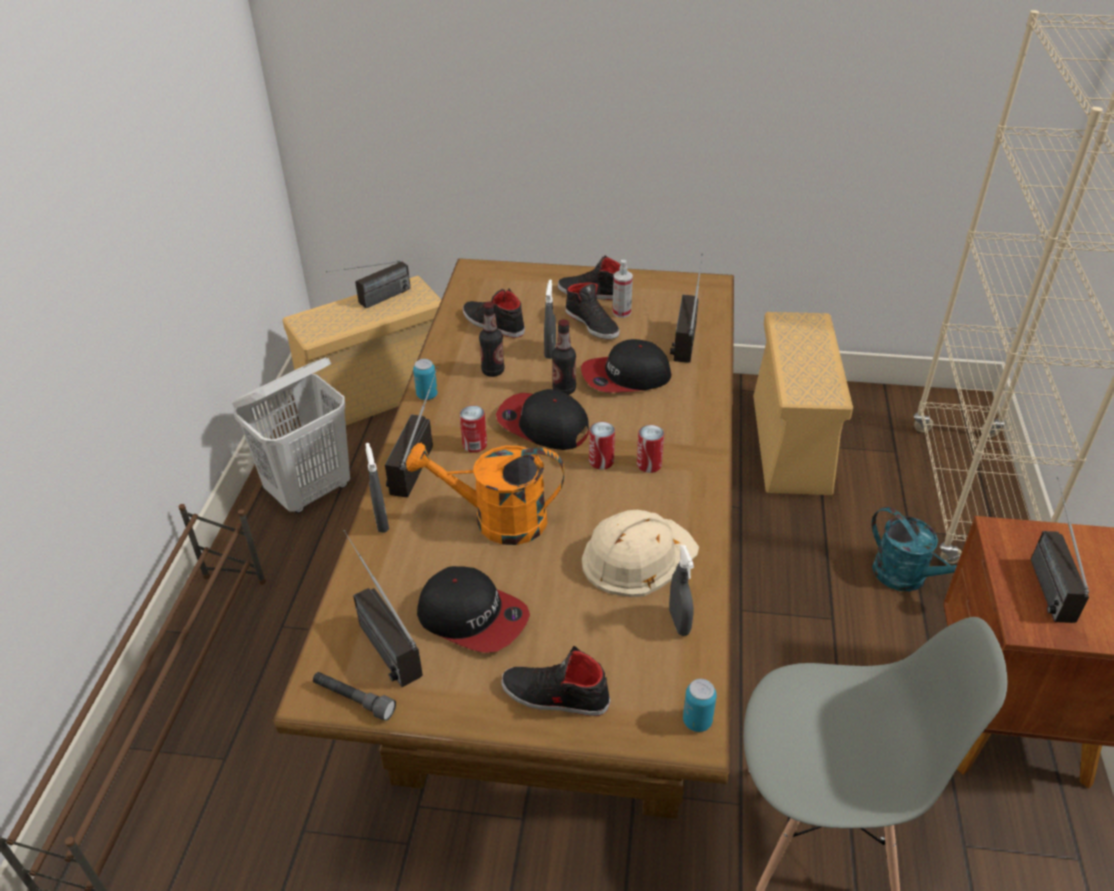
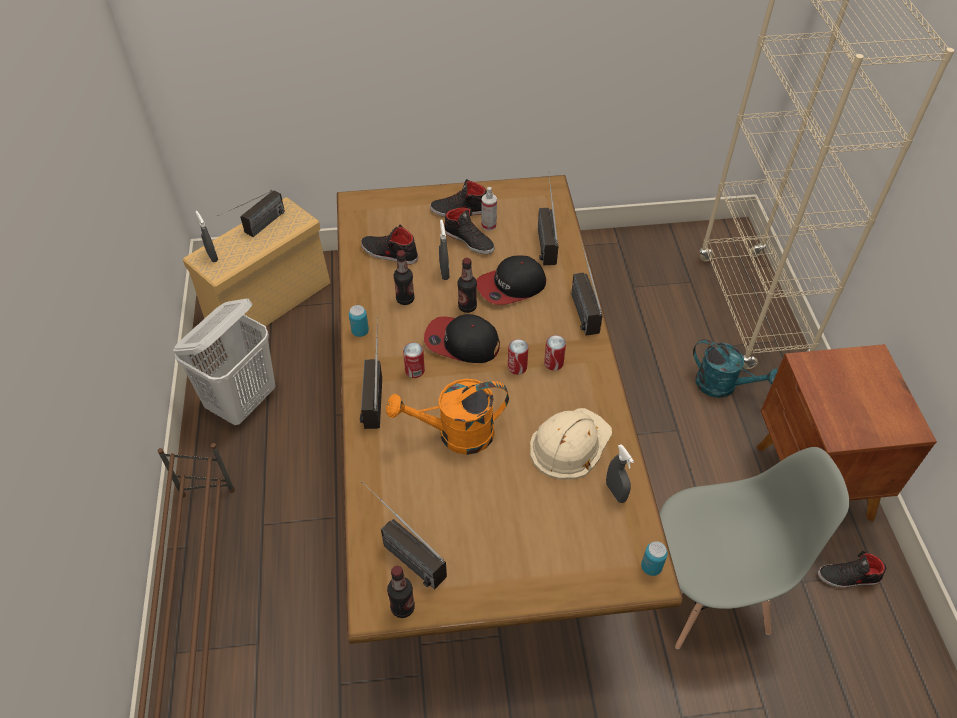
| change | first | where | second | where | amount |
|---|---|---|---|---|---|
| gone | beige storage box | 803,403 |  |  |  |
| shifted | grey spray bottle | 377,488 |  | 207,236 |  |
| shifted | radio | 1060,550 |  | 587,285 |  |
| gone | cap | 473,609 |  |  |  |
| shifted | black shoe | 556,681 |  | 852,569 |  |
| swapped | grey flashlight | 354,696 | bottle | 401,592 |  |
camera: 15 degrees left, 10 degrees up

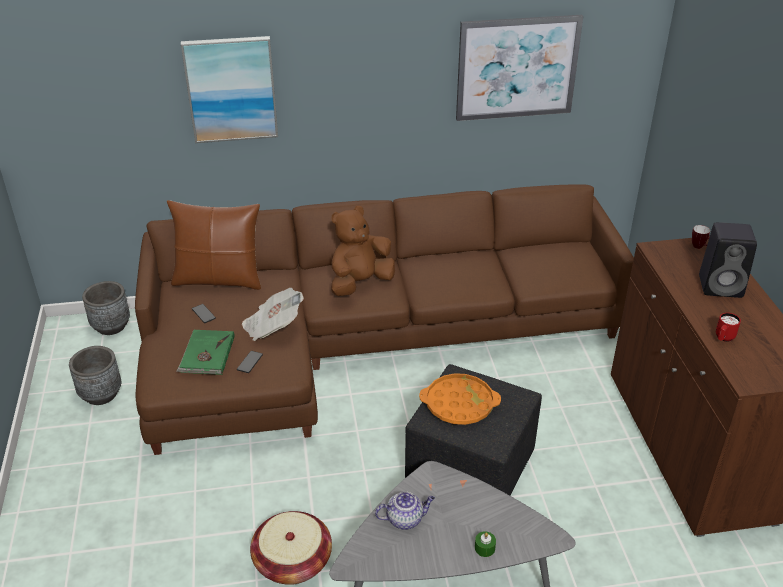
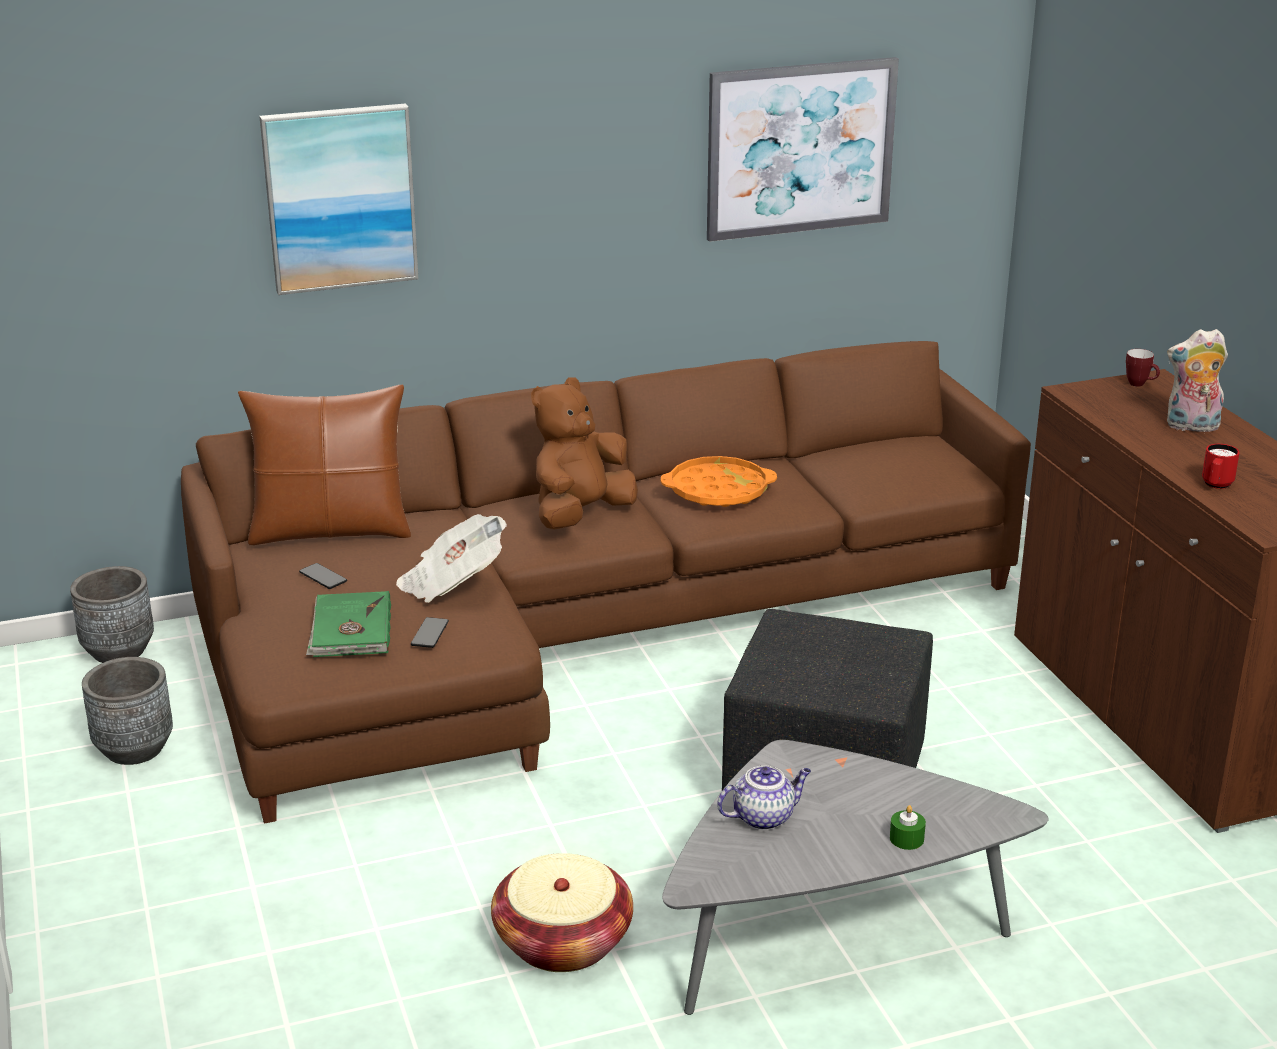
| change | first | where | second | where | amount |
|---|---|---|---|---|---|
| swapped | black speaker | 728,260 | plush toy | 1197,380 |  |
| shifted | orange tray | 460,399 |  | 719,481 |  |
camera: 10 degrees left, 10 degrees down

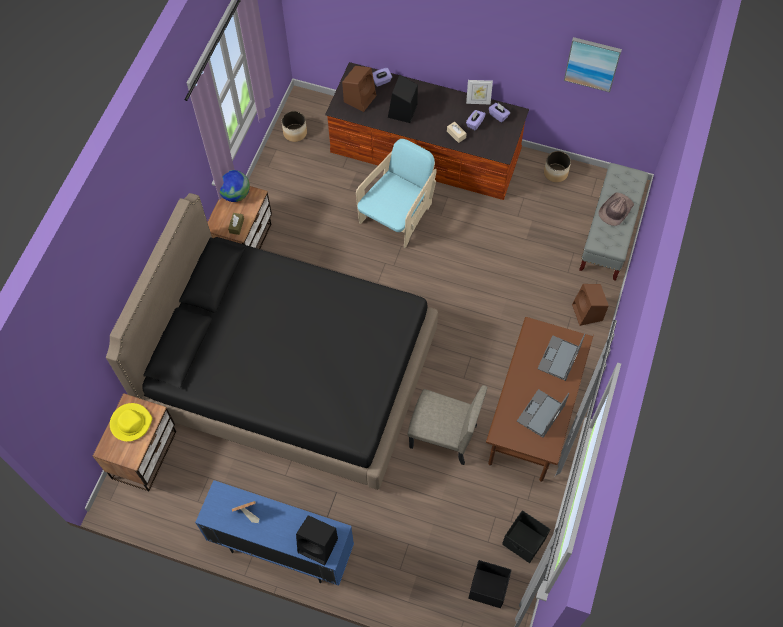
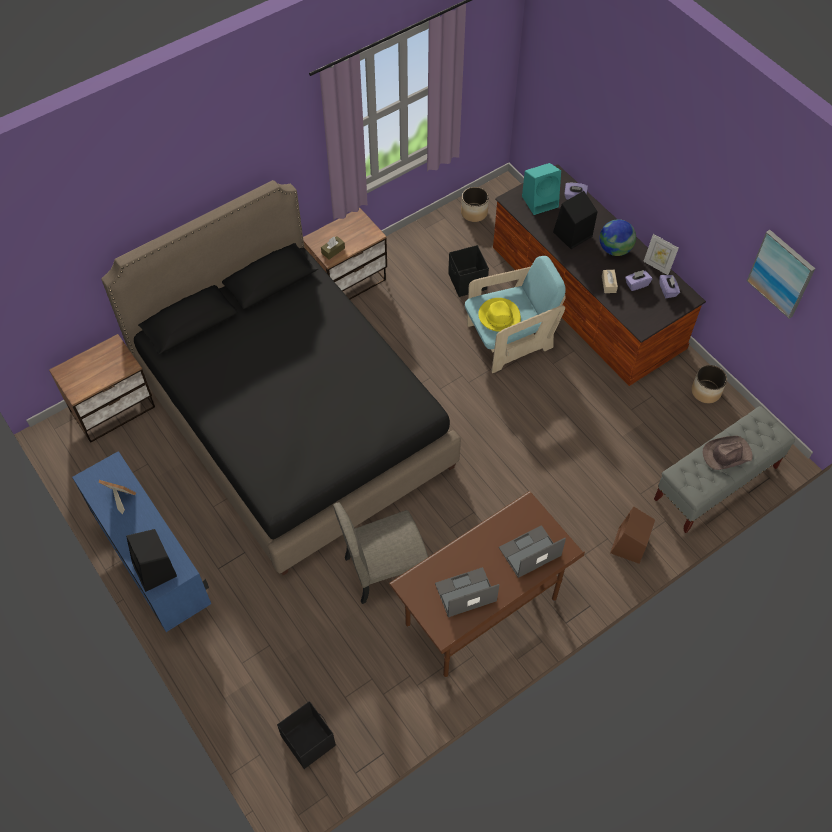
| change | first | where | second | where | amount |
|---|---|---|---|---|---|
| repainted | brown speaker | 359,89 | turquoise speaker | 541,189 |  |
| shifted | globe | 235,186 |  | 617,237 |  |
| rotated | beige chair | 448,425 |  | 380,553 | 105 degrees clockwise |
| shifted | yellow hat | 131,422 |  | 499,315 |  |
| shifted | black storage box | 526,536 |  | 468,271 |  |
camera: 35 degrees right, 5 degrees down

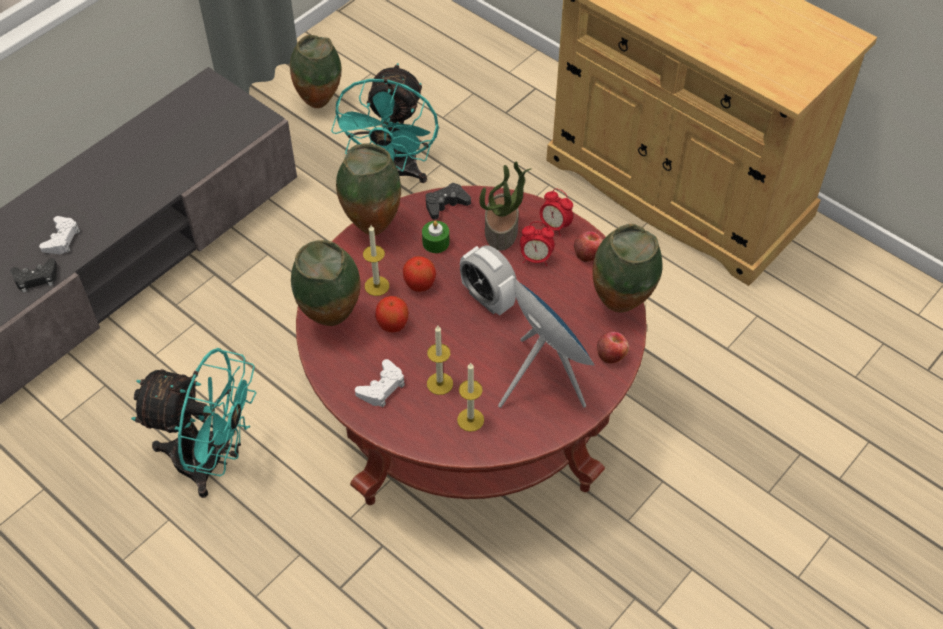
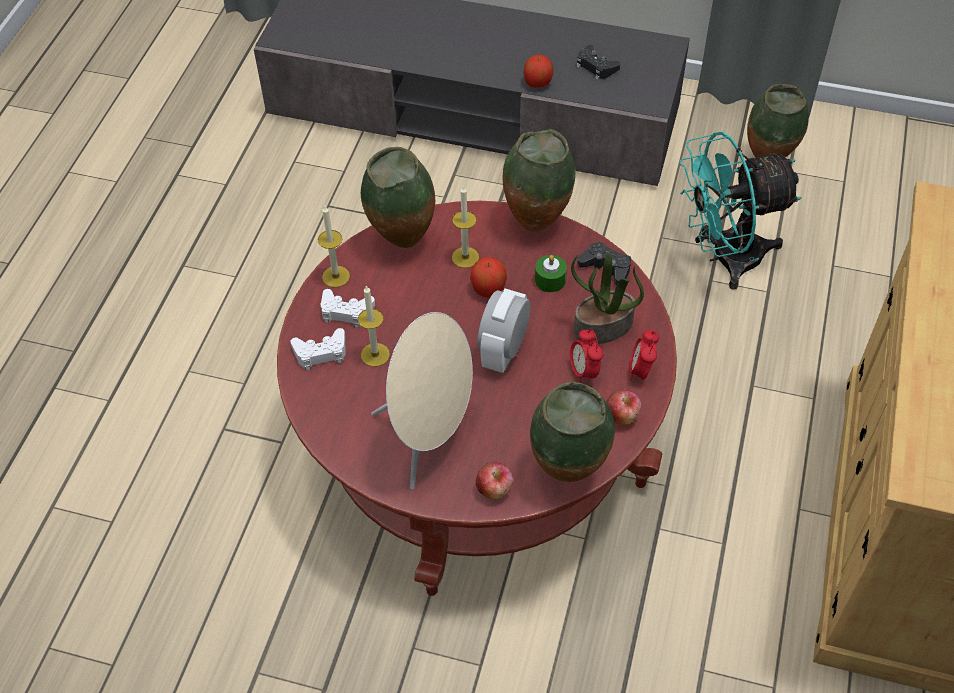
| change | first | where | second | where | amount |
|---|---|---|---|---|---|
| shifted | white game controller | 59,235 |  | 318,349 |  |
| shifted | black game controller | 33,275 |  | 598,62 |  |
| repainted | blue speaker | 546,343 | beige speaker | 422,401 |  |
| shifted | apple | 392,314 |  | 538,71 |  |
| gone | turquoise fan | 193,423 |  |  |  |
| shifted | candle | 470,397 |  | 334,247 |  |
camera: 65 degrees right, 0 degrees up

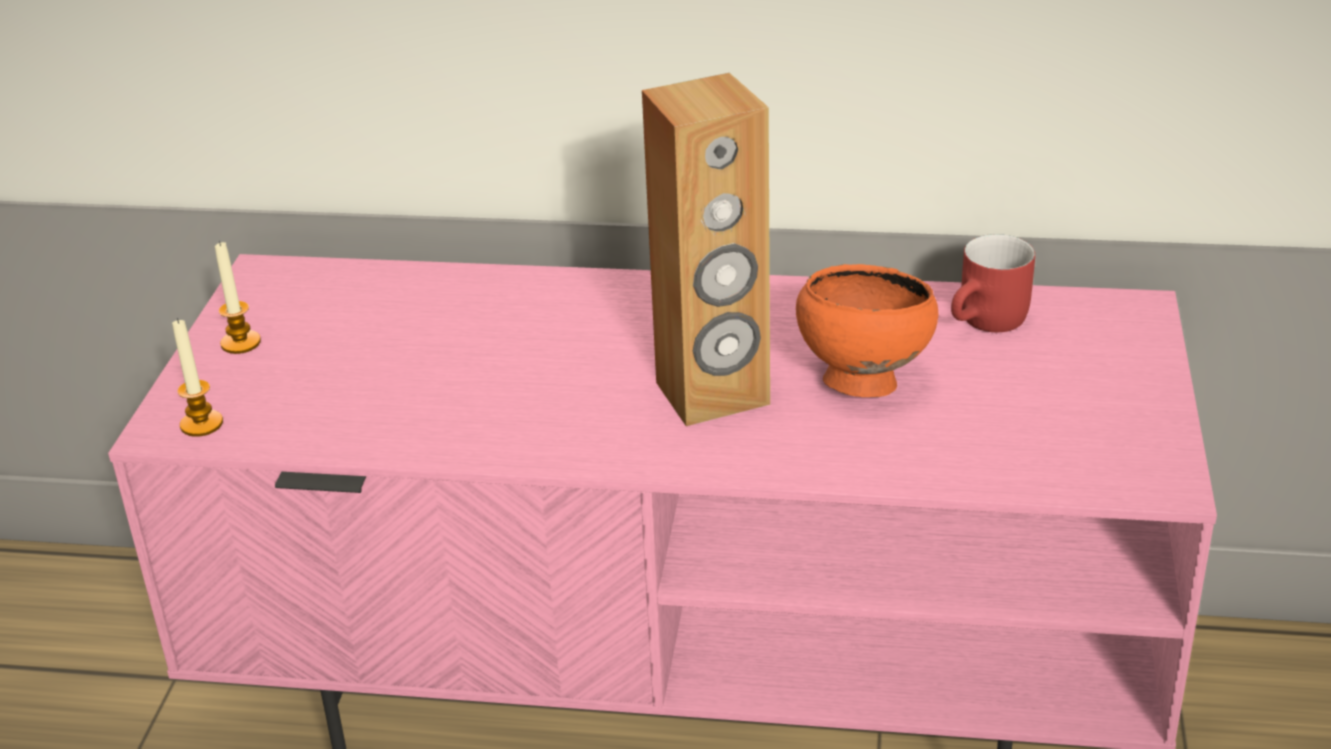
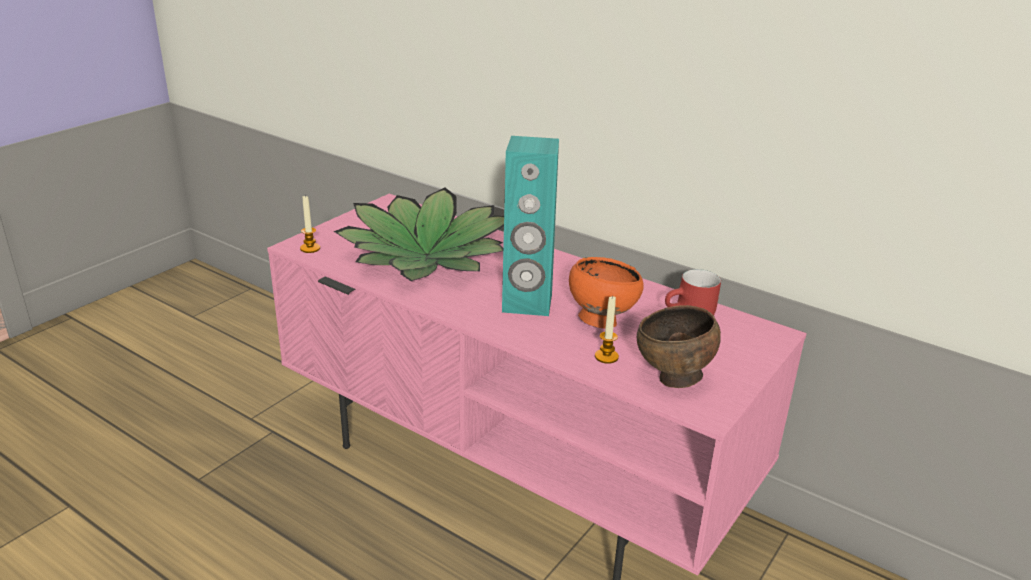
| change | first | where | second | where | amount |
|---|---|---|---|---|---|
| repainted | brown speaker | 706,249 | turquoise speaker | 530,226 |  |
| shifted | candle | 238,297 |  | 607,329 |  |
| new |  |  | potted plant | 418,234 |  |
| new |  |  | brown bowl | 679,346 |  |
camera: 25 degrees right, 5 degrees down

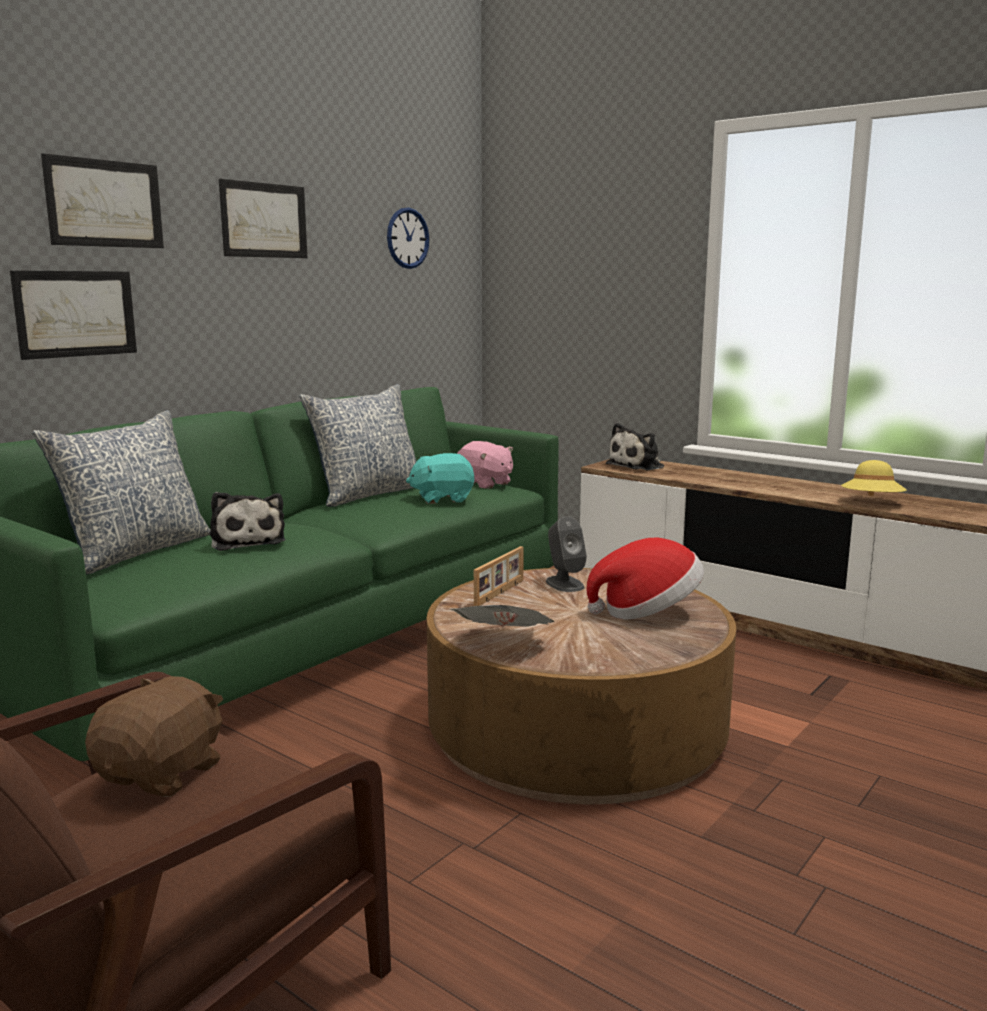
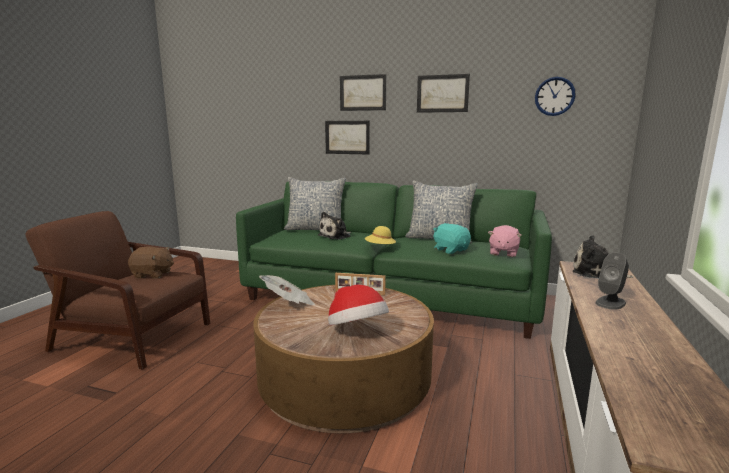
| change | first | where | second | where | amount |
|---|---|---|---|---|---|
| shifted | yellow hat | 874,478 |  | 380,235 |  |
| shifted | grey speaker | 566,554 |  | 612,281 |  |
camera: 70 degrees right, 0 degrees up

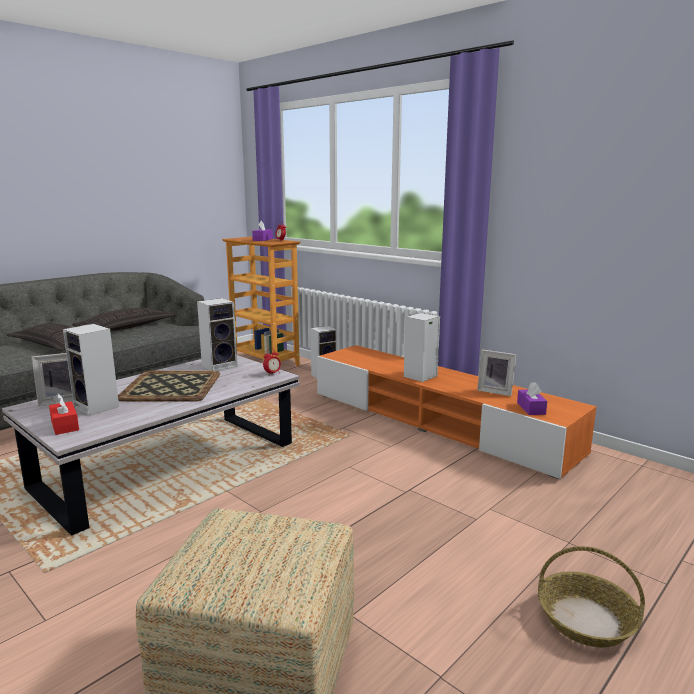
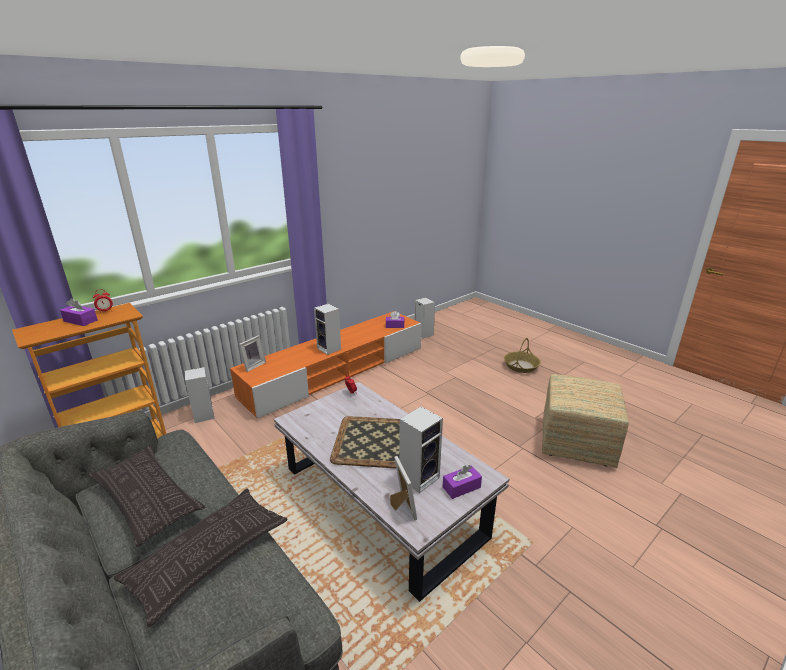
| change | first | where | second | where | amount |
|---|---|---|---|---|---|
| shifted | speaker | 217,334 |  | 425,318 |  |
| shifted | picture frame | 496,373 |  | 252,353 |  |
| repainted | red tissue box | 64,414 | purple tissue box | 462,482 |  |
camera: 85 degrees left, 10 degrees up

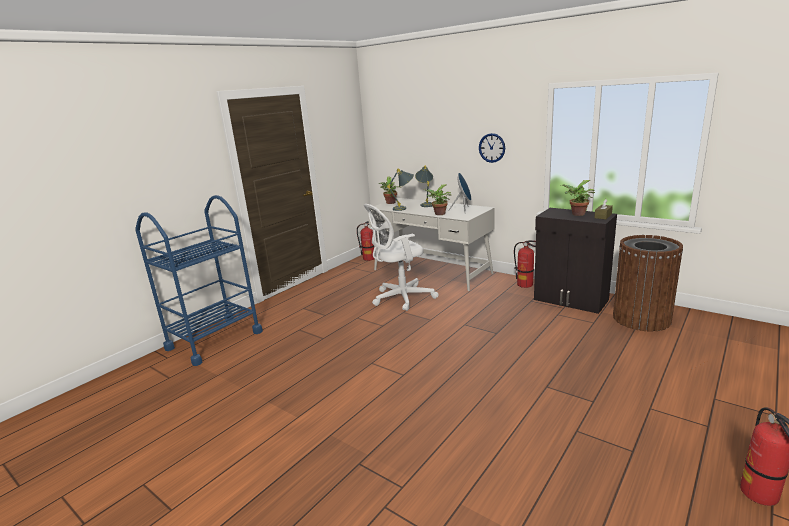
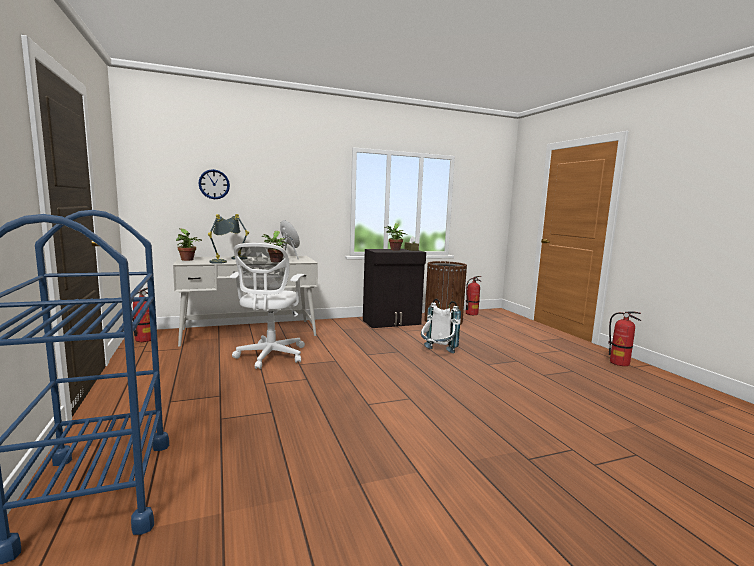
| change | first | where | second | where | amount |
|---|---|---|---|---|---|
| shifted | wall clock | 492,148 |  | 214,184 |  |
| shifted | fire extinguisher | 525,264 |  | 473,295 |  |
| new |  |  | white backpack | 441,326 |  |
camera: 60 degrees left, 10 degrees down

